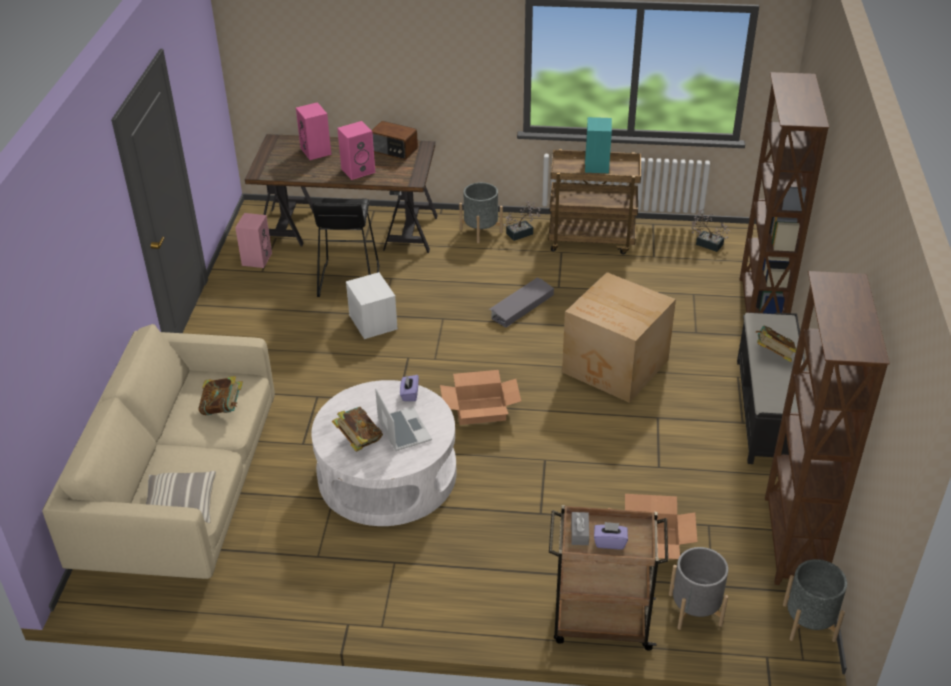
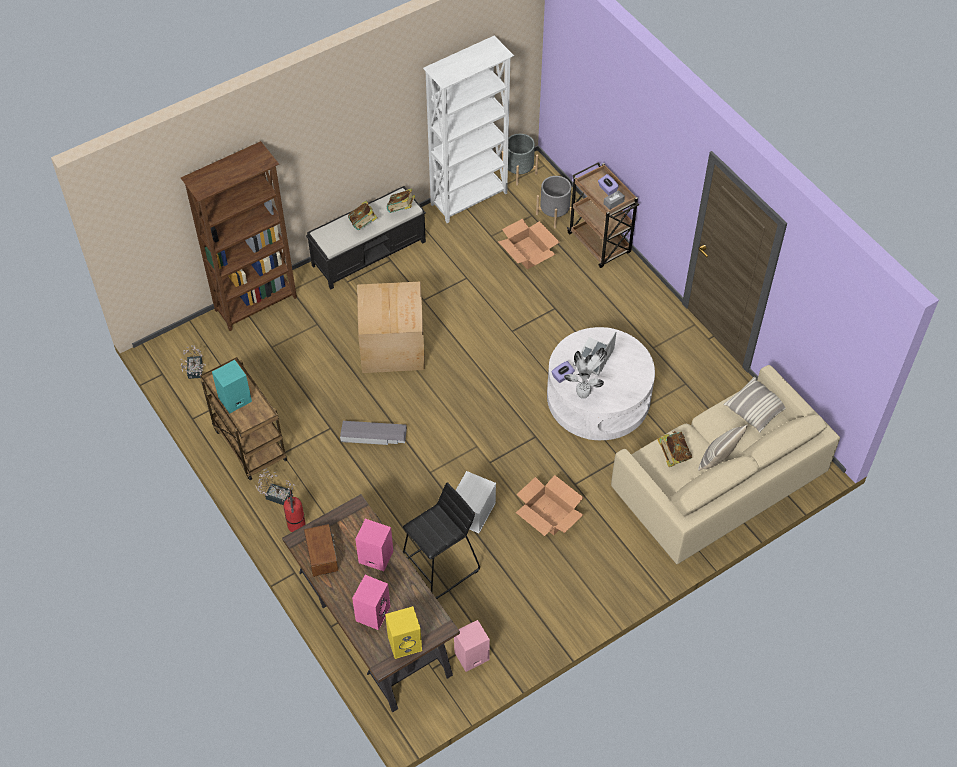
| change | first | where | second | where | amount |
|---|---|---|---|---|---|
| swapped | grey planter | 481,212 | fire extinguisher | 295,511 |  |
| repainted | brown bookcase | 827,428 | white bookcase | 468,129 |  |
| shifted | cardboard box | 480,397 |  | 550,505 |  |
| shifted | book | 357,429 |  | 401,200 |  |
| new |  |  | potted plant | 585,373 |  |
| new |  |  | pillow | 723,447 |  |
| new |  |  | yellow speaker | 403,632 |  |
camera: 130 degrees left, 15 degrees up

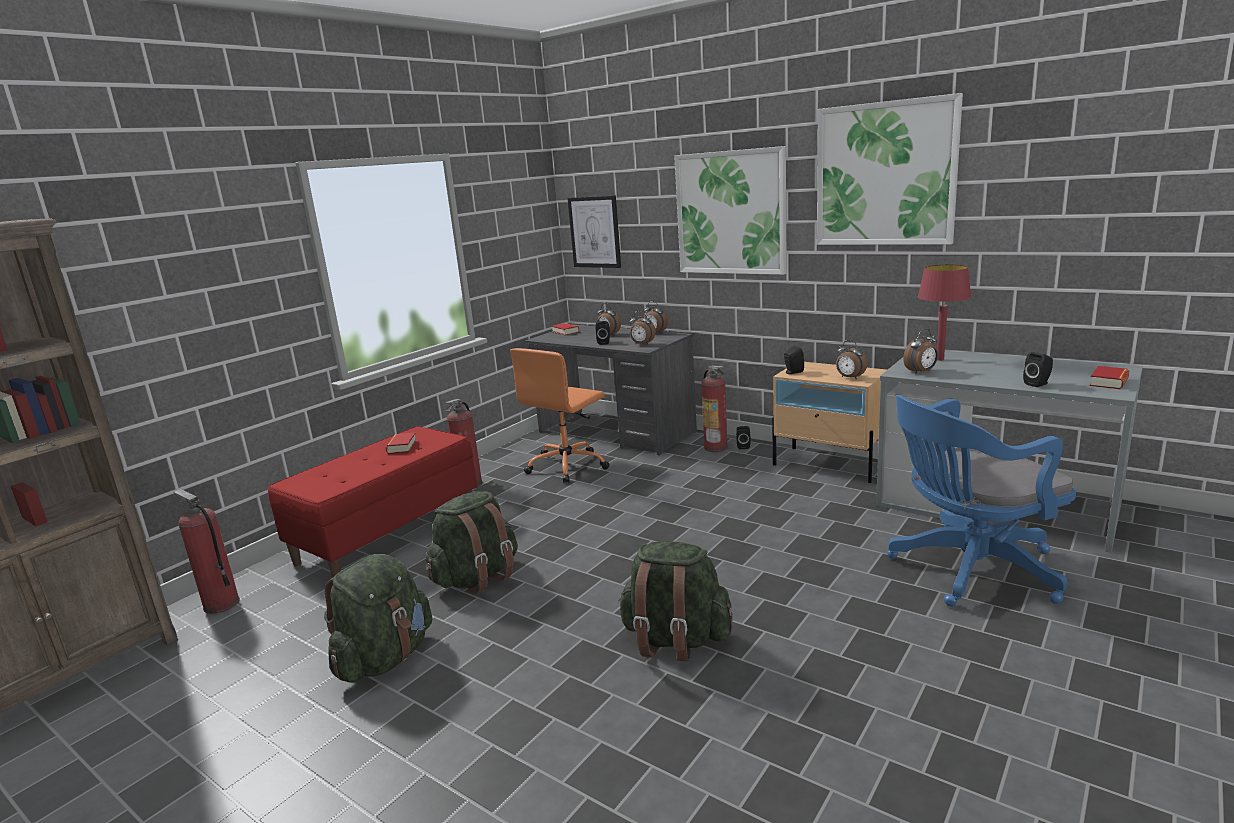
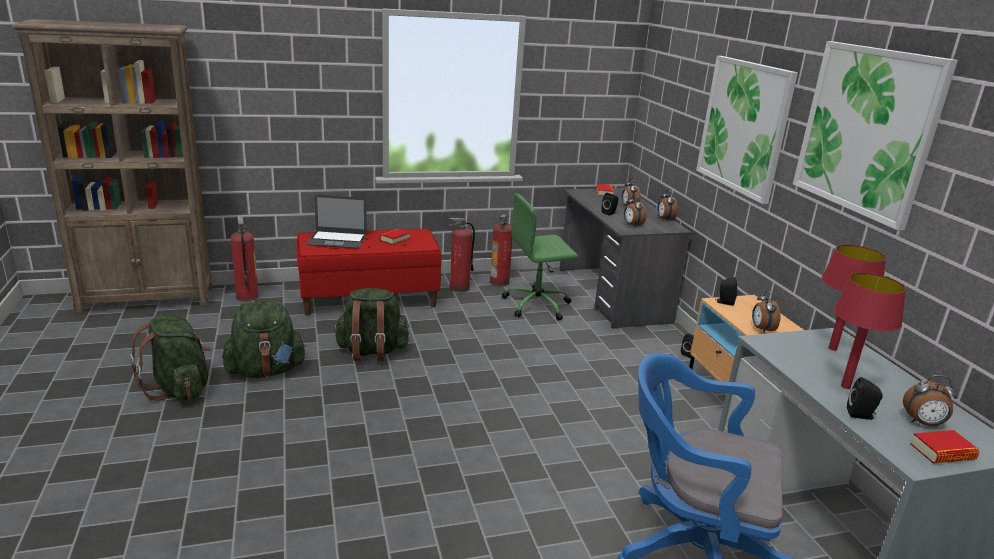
| change | first | where | second | where | amount |
|---|---|---|---|---|---|
| gone | picture | 594,231 |  |  |  |
| shifted | alarm clock | 920,351 |  | 930,401 |  |
| repainted | orange office chair | 560,415 | green office chair | 540,257 |  |
| shifted | fire extinguisher | 714,408 |  | 501,250 |  |
| shifted | green backpack | 675,601 |  | 170,357 |  |
| new |  |  | laptop | 336,221 |  |
| new |  |  | red table lamp | 869,331 |  |
camera: 35 degrees right, 5 degrees up

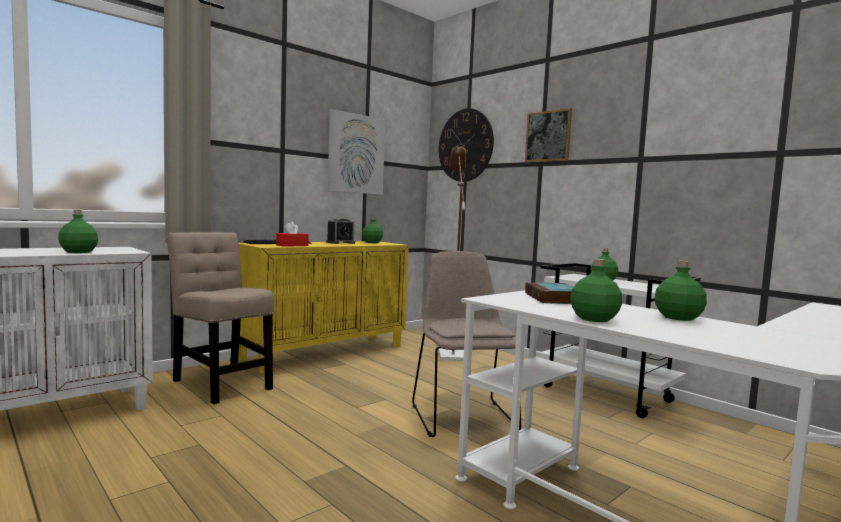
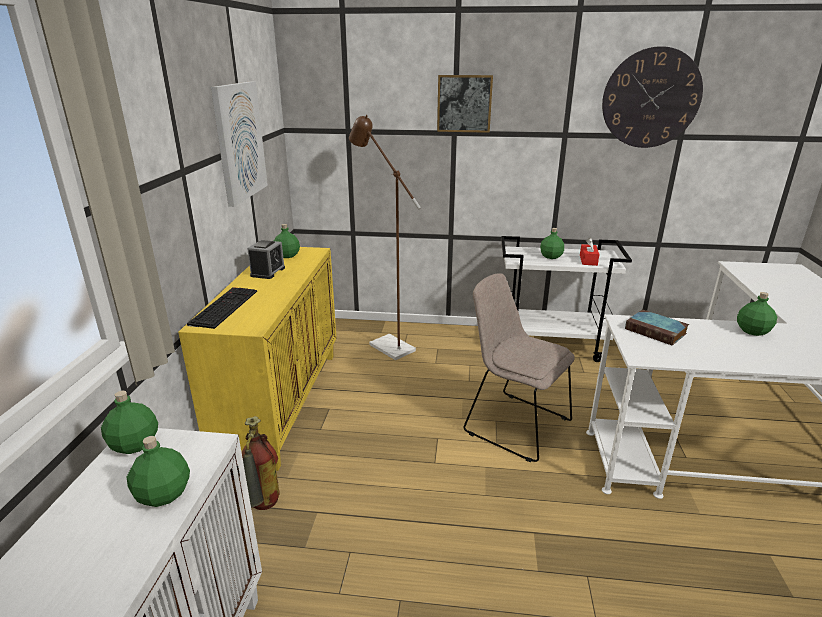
| change | first | where | second | where | amount |
|---|---|---|---|---|---|
| shifted | wall clock | 466,145 |  | 652,97 |  |
| shifted | red tissue box | 292,234 |  | 589,252 |  |
| swapped | beige chair | 220,318 | fire extinguisher | 260,463 |  |
| shifted | green bottle | 596,290 |  | 129,422 |  |
camera: 40 degrees left, 20 degrees up

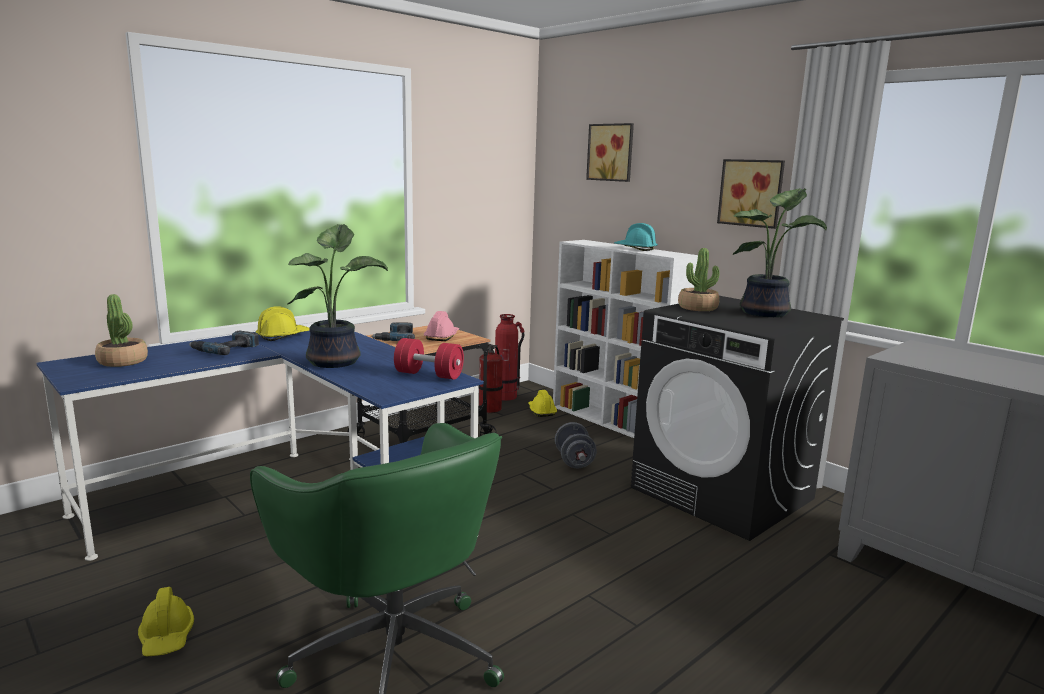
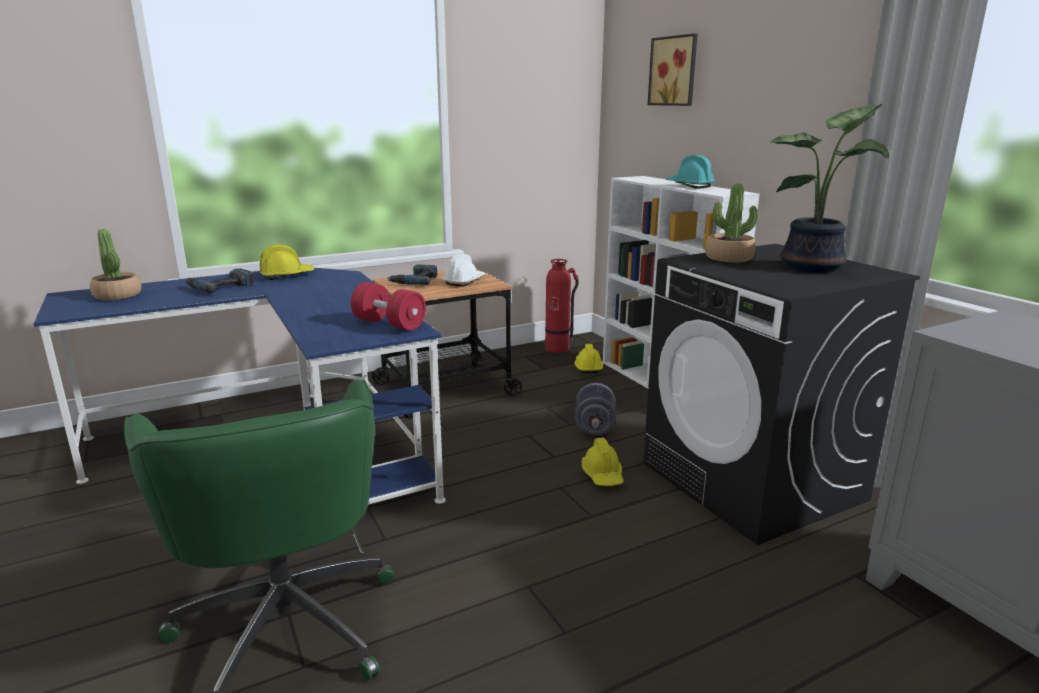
| change | first | where | second | where | amount |
|---|---|---|---|---|---|
| gone | picture | 751,194 |  |  |  |
| gone | potted plant | 337,296 |  |  |  |
| repainted | pink hard hat | 441,326 | white hard hat | 463,270 |  |
| gone | fire extinguisher | 491,378 |  |  |  |
| shifted | yellow hard hat | 166,622 |  | 603,462 |  |
camera: 15 degrees right, 5 degrees up

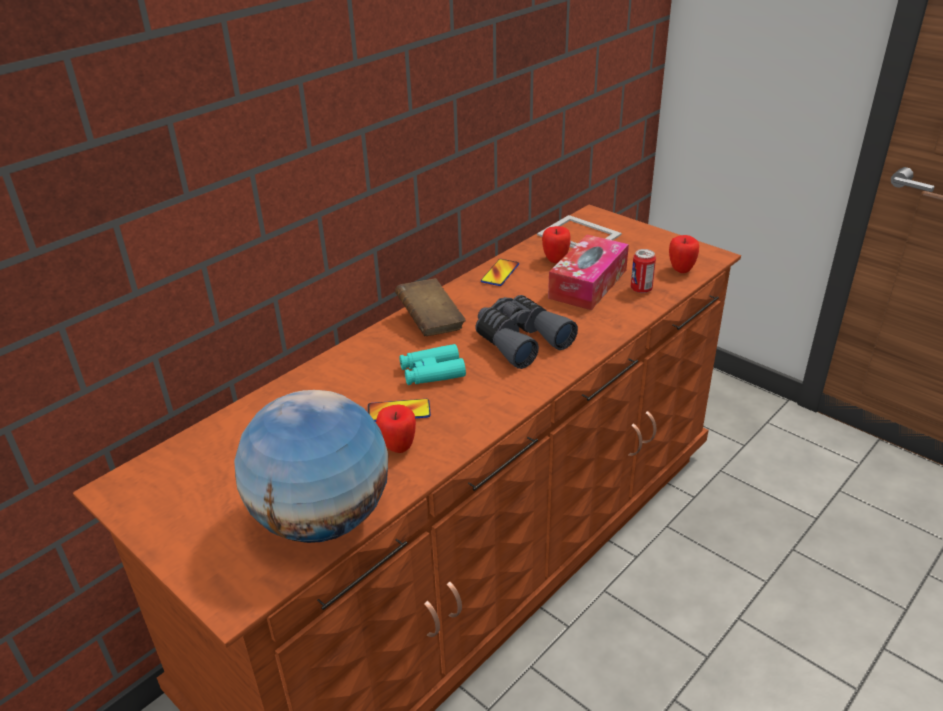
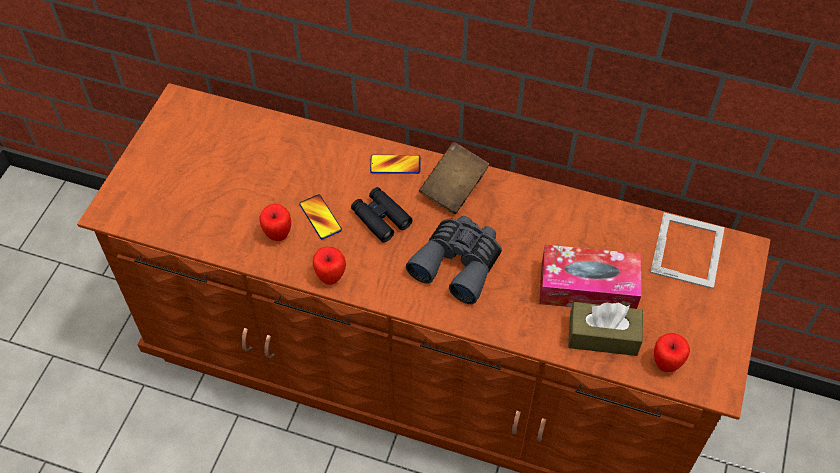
| change | first | where | second | where | amount |
|---|---|---|---|---|---|
| shifted | apple | 556,244 |  | 329,266 |  |
| swapped | can | 643,271 | brown tissue box | 605,329 |  |
| shifted | phone | 500,272 |  | 395,164 |  |
| repainted | turquoise binoculars | 432,364 | black binoculars | 381,215 |  |
| gone | globe | 311,466 |  |  |  |
camera: 65 degrees right, 20 degrees up

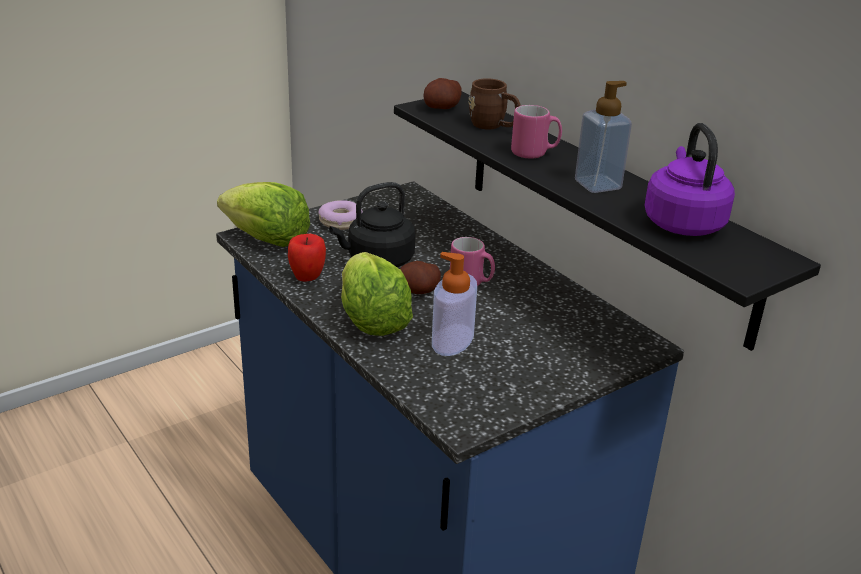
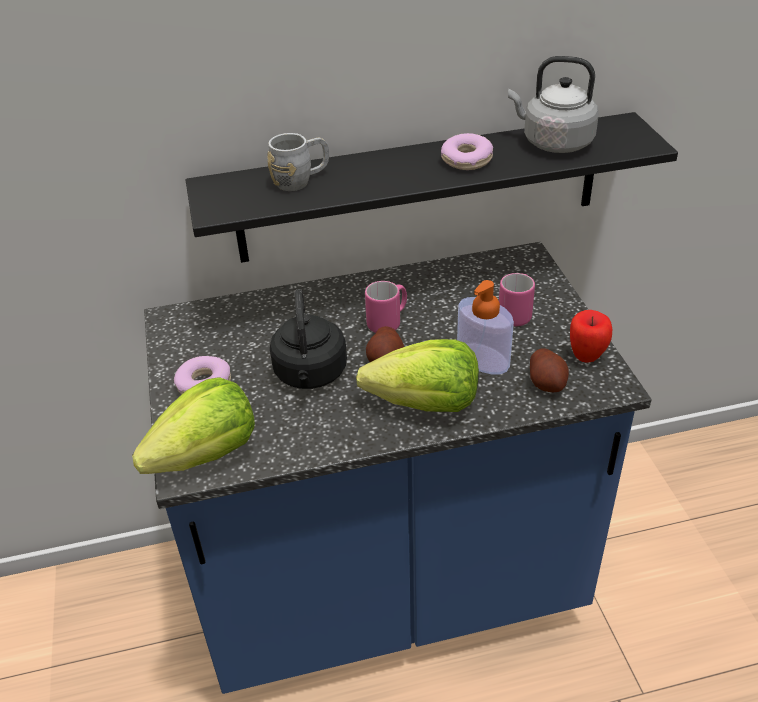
| change | first | where | second | where | amount |
|---|---|---|---|---|---|
| shifted | potato | 443,93 |  | 549,370 |  |
| repainted | brown mug | 495,103 | grey mug | 298,162 |  |
| swapped | soap dispenser | 603,137 | donut | 467,151 |  |
| shifted | pink mug | 536,132 |  | 517,299 |  |
| repainted | purple kettle | 689,179 | grey kettle | 553,104 |  |
| shifted | apple | 307,258 |  | 591,336 |  |
camera: 65 degrees left, 10 degrees up

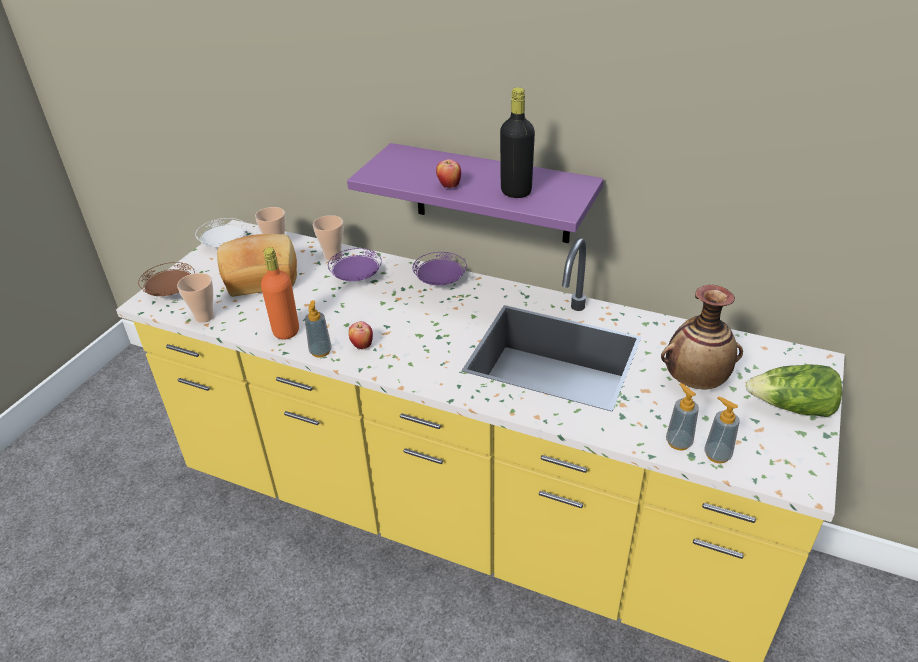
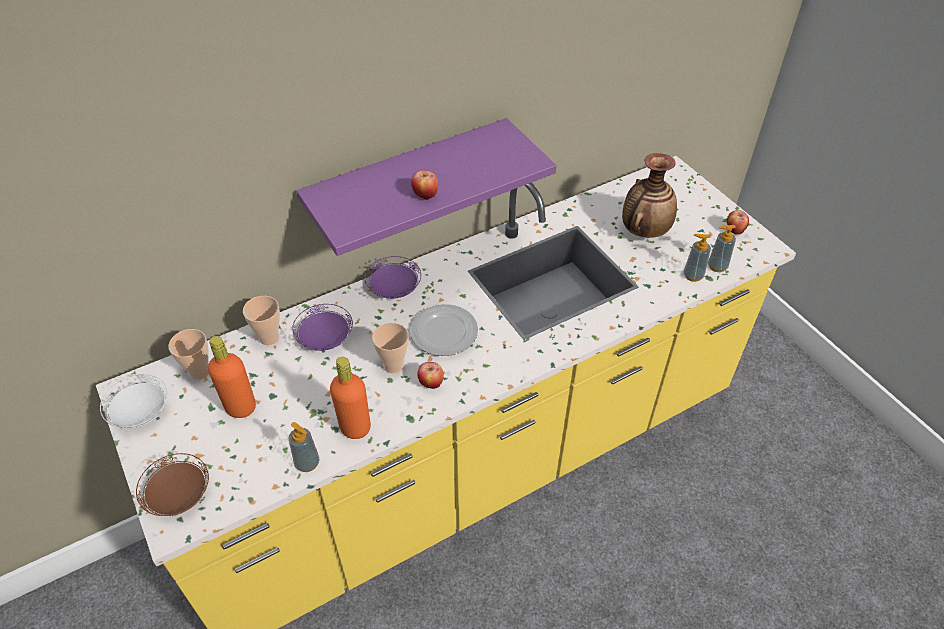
| change | first | where | second | where | amount |
|---|---|---|---|---|---|
| gone | black bottle | 517,142 |  |  |  |
| swapped | bread | 257,265 | orange bottle | 232,377 |  |
| shifted | cup | 195,298 |  | 390,348 |  |
| shifted | soap dispenser | 318,329 |  | 304,447 |  |
| gone | lettuce | 794,390 |  |  |  |
| new |  |  | apple | 738,222 |  |
| new |  |  | plate | 444,330 |  |
camera: 55 degrees left, 10 degrees up

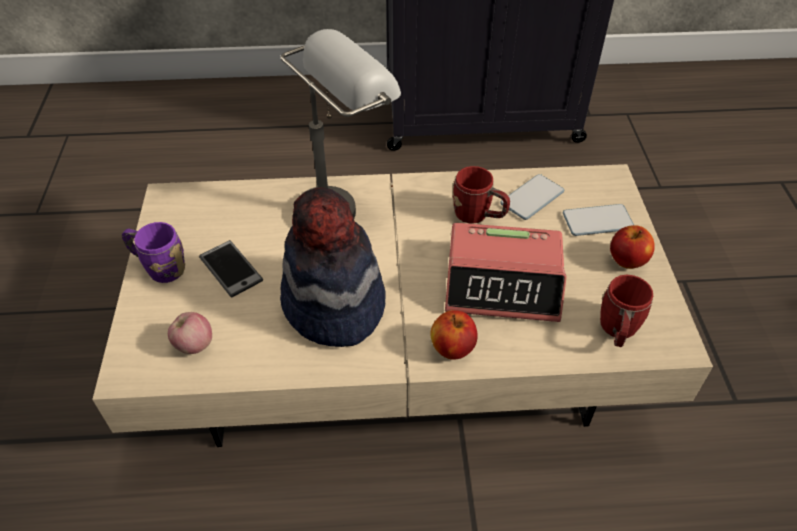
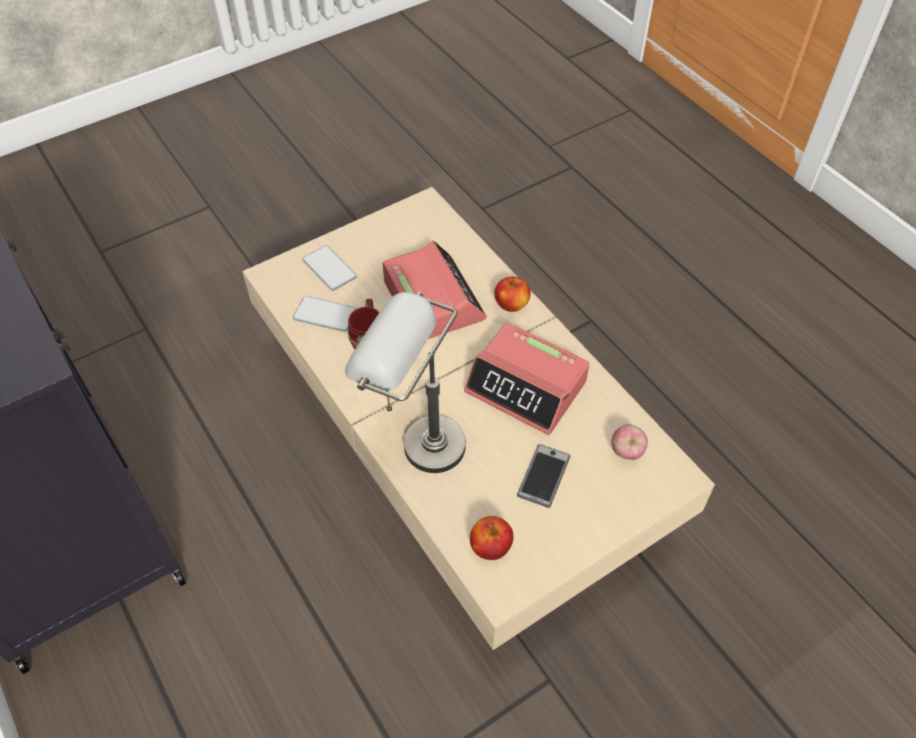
| change | first | where | second | where | amount |
|---|---|---|---|---|---|
| swapped | hat | 333,267 | alarm clock | 527,379 |  |
| gone | purple mug | 153,252 |  |  |  |
| shifted | apple | 632,247 |  | 491,538 |  |
| gone | red mug | 626,311 |  |  |  |
camera: 120 degrees left, 5 degrees up

